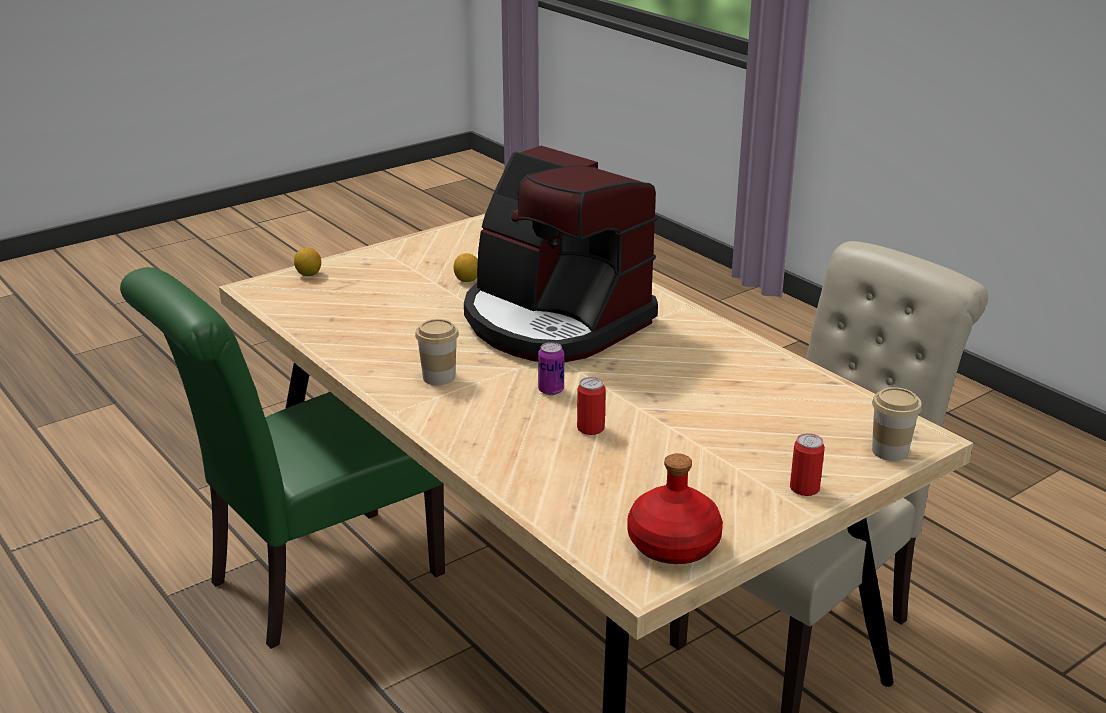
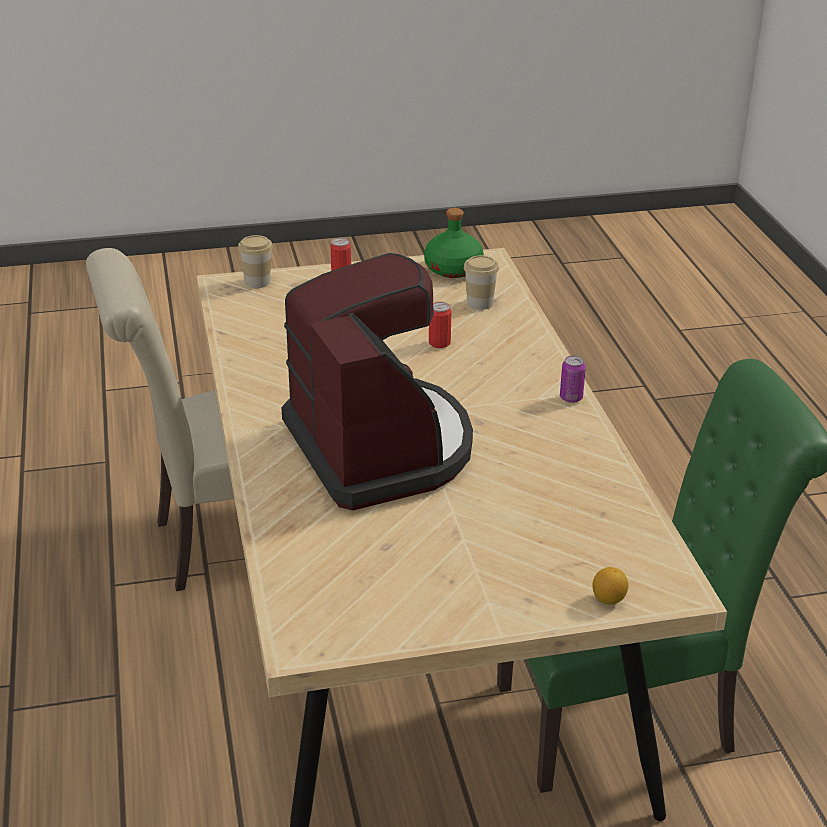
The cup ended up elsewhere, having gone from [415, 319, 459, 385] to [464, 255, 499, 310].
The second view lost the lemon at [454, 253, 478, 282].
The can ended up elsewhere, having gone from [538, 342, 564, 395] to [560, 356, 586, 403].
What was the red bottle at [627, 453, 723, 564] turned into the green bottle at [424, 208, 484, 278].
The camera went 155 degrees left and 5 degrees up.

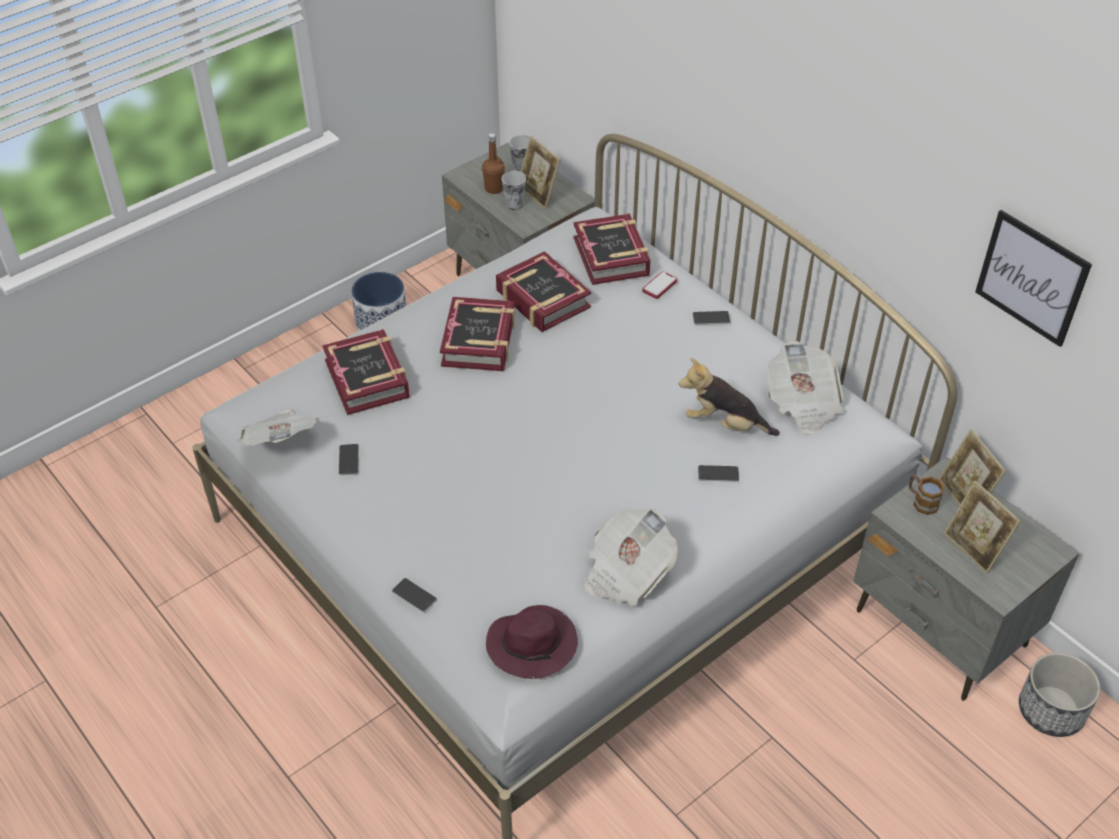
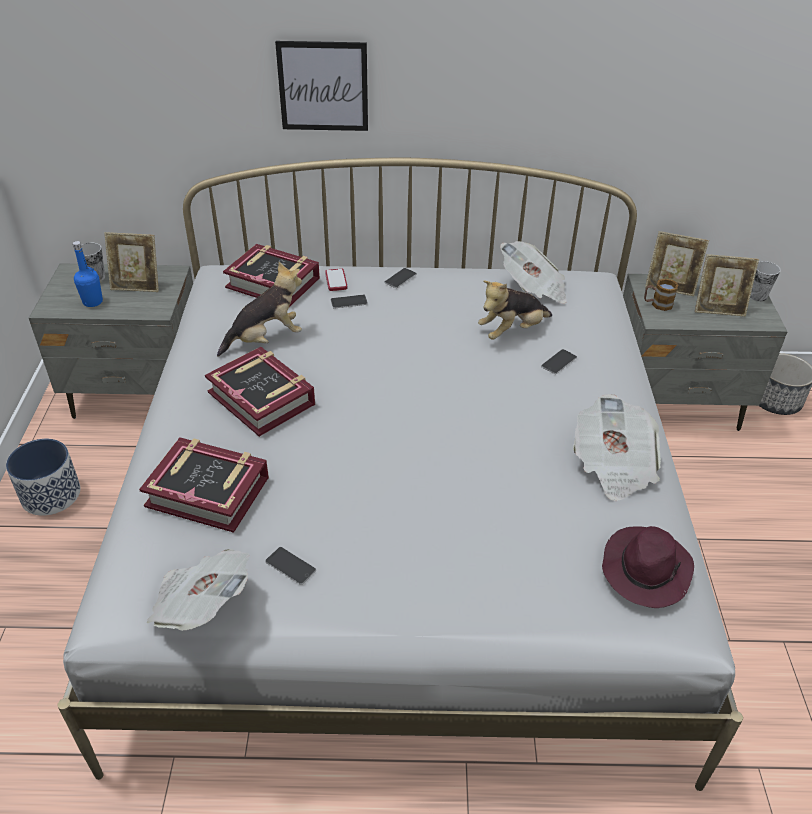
The phone ended up elsewhere, having gone from [392, 578, 437, 612] to [331, 295, 368, 308].
What was the brown bottle at [482, 133, 505, 194] turned into the blue bottle at [73, 241, 103, 307].
Where the book stood at [496, 251, 591, 332], the plush toy came to stand at [217, 262, 302, 357].
The cup ended up elsewhere, having gone from [502, 171, 526, 210] to [750, 261, 781, 301].
The picture ended up elsewhere, having gone from [975, 210, 1092, 347] to [275, 41, 368, 131].
The camera went 50 degrees left and 5 degrees down.

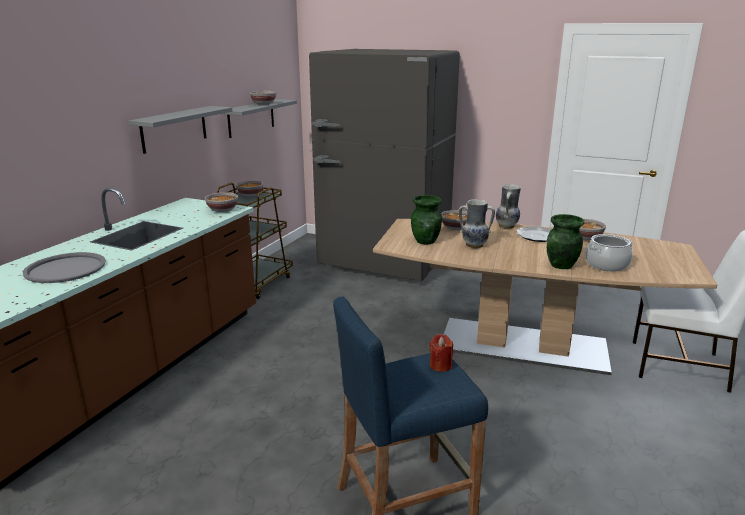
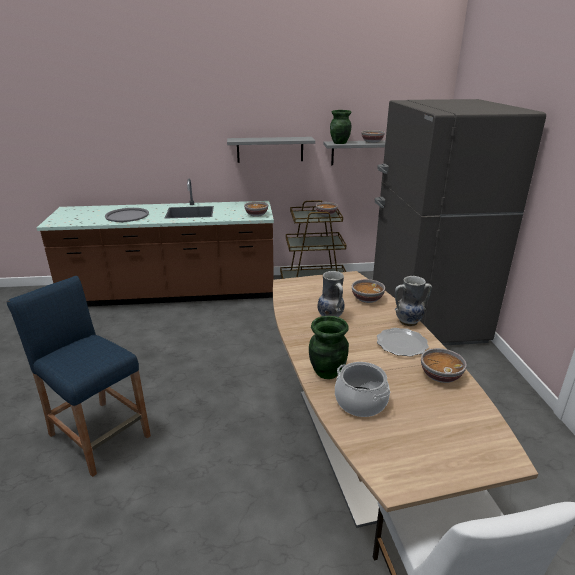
The green vase ended up elsewhere, having gone from [411, 195, 442, 245] to [330, 110, 351, 144].
The second view lost the red candle at [429, 334, 453, 372].
The camera went 60 degrees right and 5 degrees up.

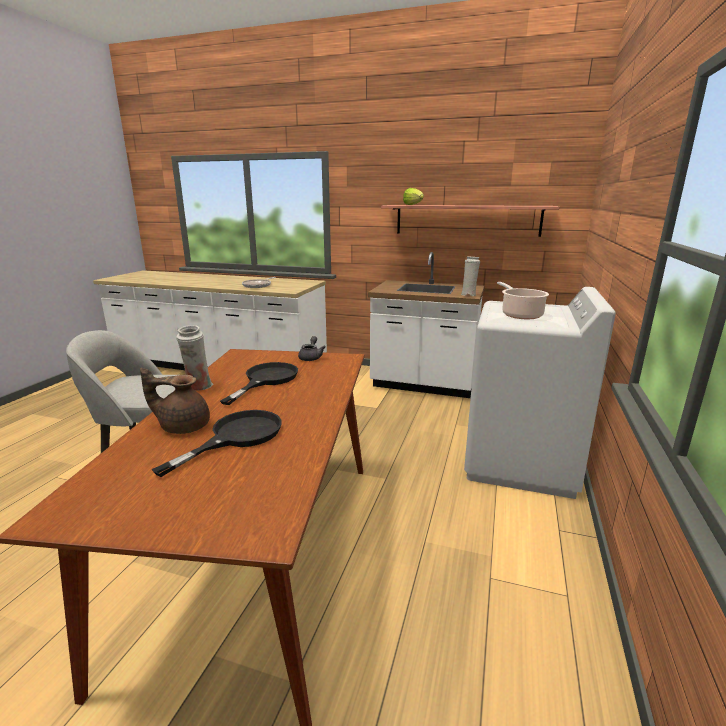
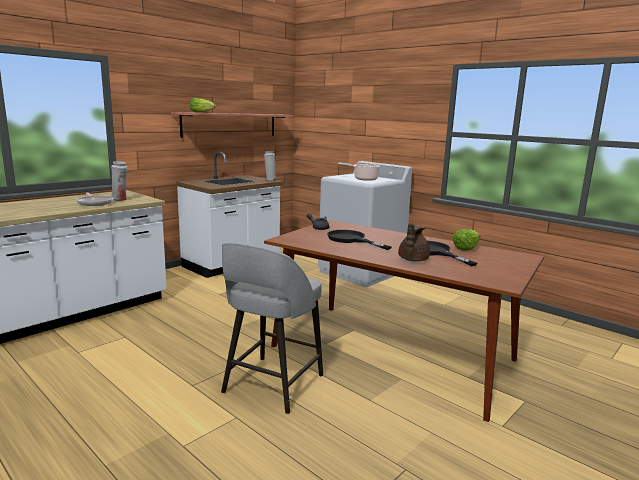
The white vase ended up elsewhere, having gone from [176, 325, 213, 391] to [111, 161, 128, 201].
The second view gained the lettuce at [452, 229, 481, 251].
The camera went 65 degrees left and 5 degrees down.

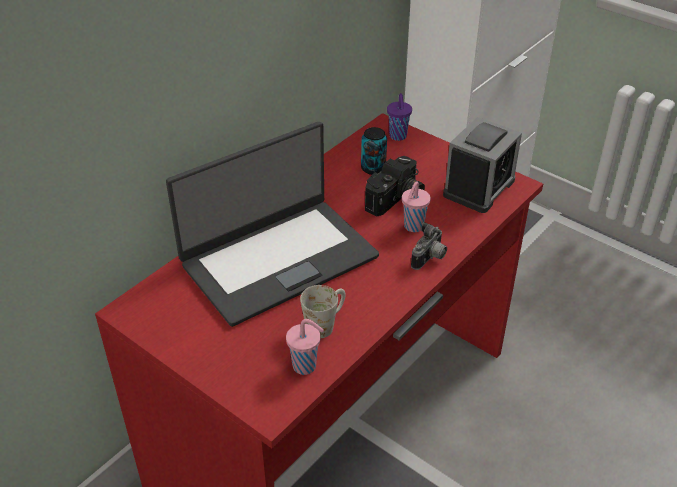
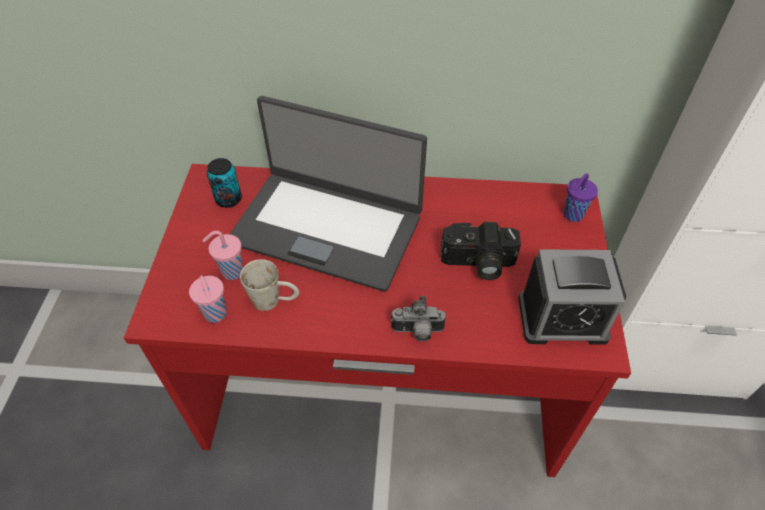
The can ended up elsewhere, having gone from [361, 127, 387, 175] to [207, 158, 242, 208].
The pink cup ended up elsewhere, having gone from [402, 181, 431, 232] to [202, 231, 243, 280].
The camera went 55 degrees right and 10 degrees up.

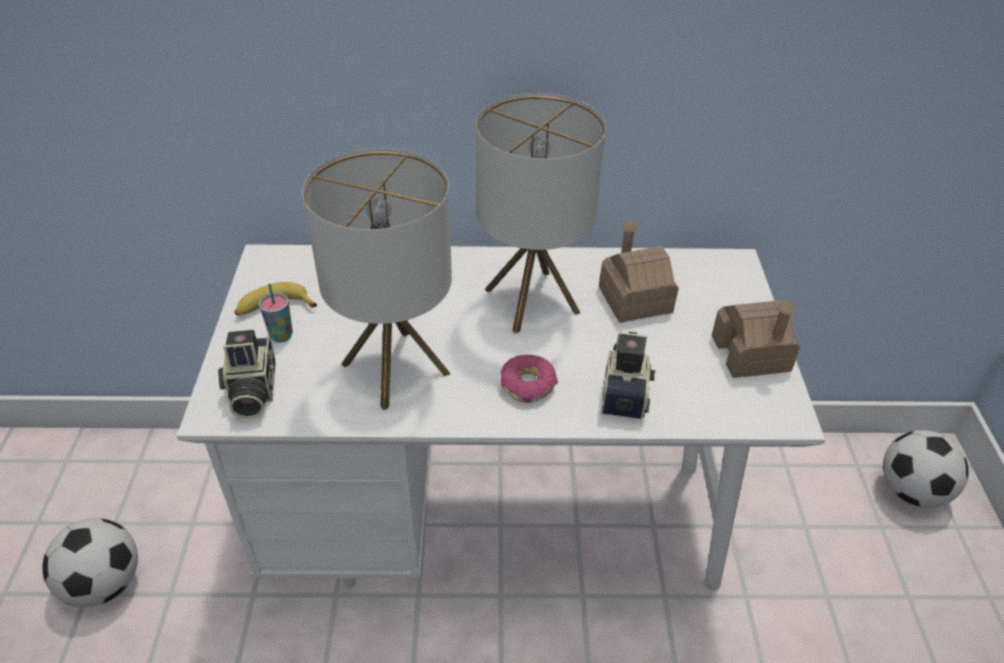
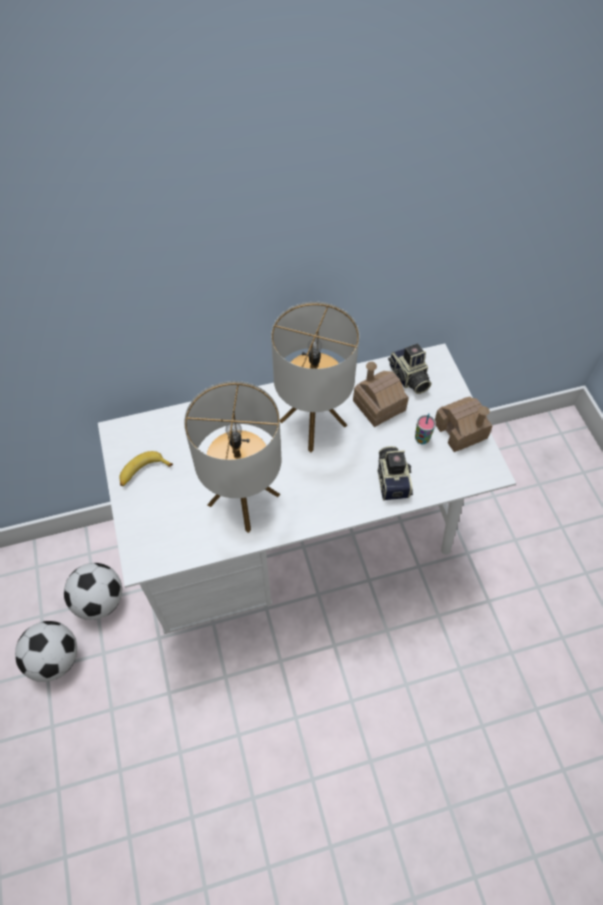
The photo camera ended up elsewhere, having gone from [218, 330, 276, 419] to [388, 343, 432, 394].
The cup ended up elsewhere, having gone from [259, 284, 293, 343] to [415, 413, 436, 444].
The second view lost the donut at [500, 354, 558, 403].
The football ended up elsewhere, having gone from [883, 430, 968, 507] to [64, 563, 122, 620].
The camera went 15 degrees left and 15 degrees up.

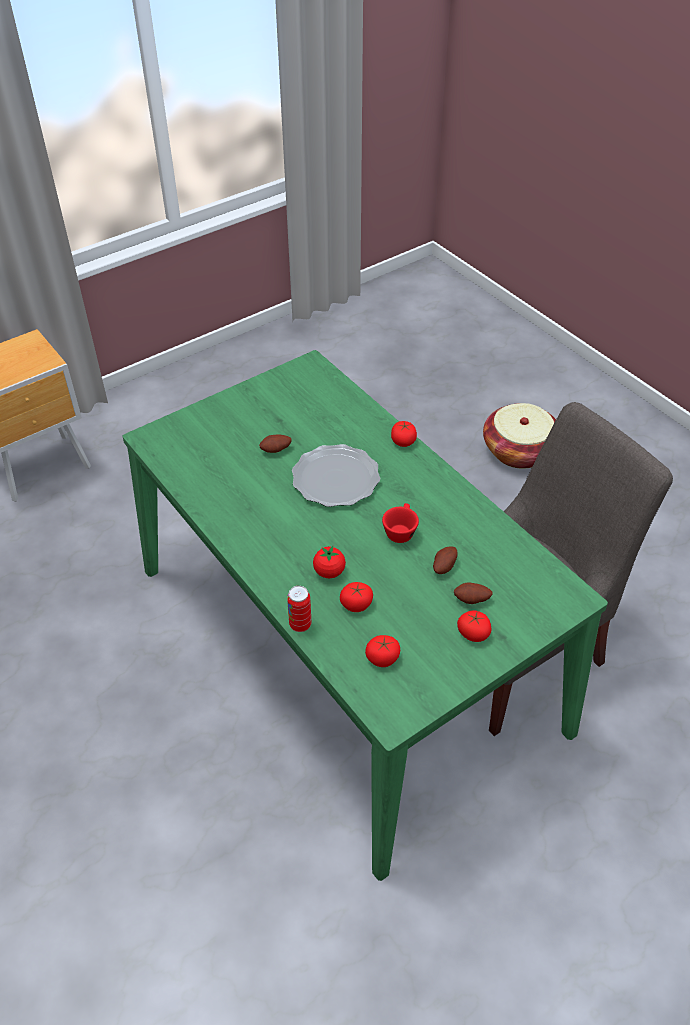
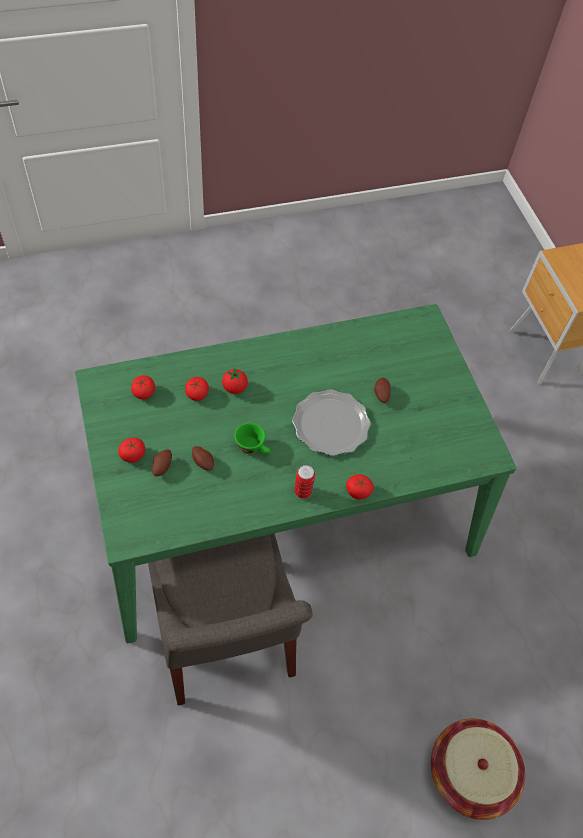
The can ended up elsewhere, having gone from [287, 586, 311, 632] to [294, 465, 315, 499].
What was the red cup at [382, 503, 419, 543] turned into the green cup at [234, 423, 271, 454].
The camera went 105 degrees right and 10 degrees up.

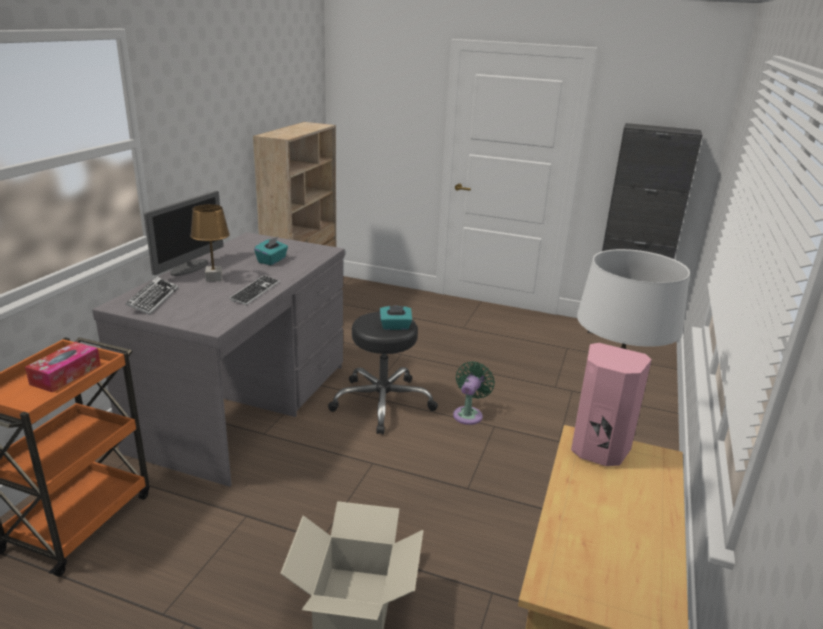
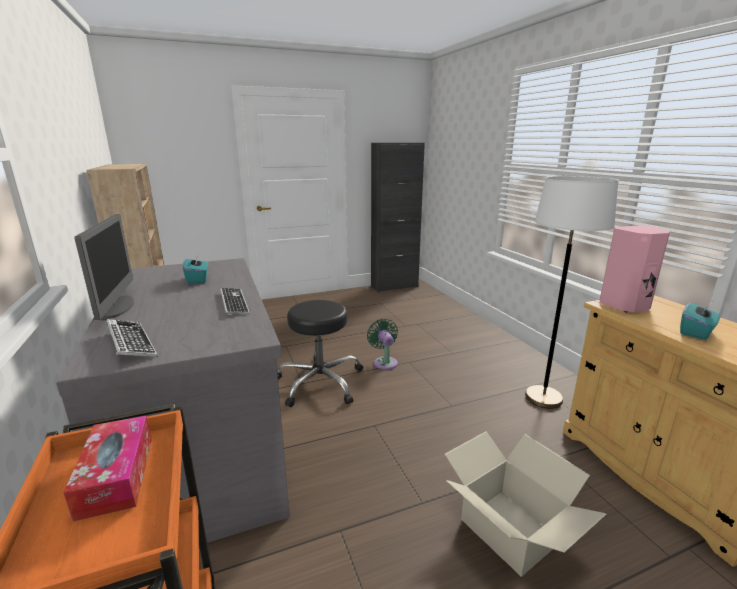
The second view lost the brown table lamp at [190, 204, 230, 281].
The turquoise tissue box ended up elsewhere, having gone from [380, 306, 412, 330] to [680, 303, 720, 340].
The camera went 40 degrees left and 5 degrees down.

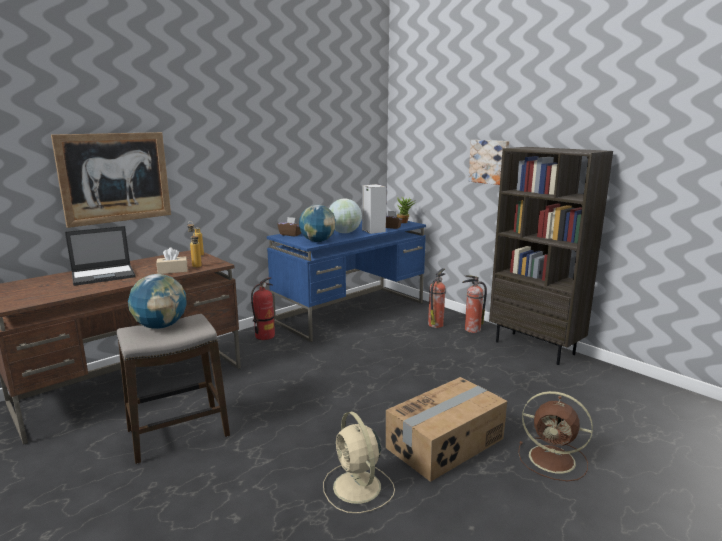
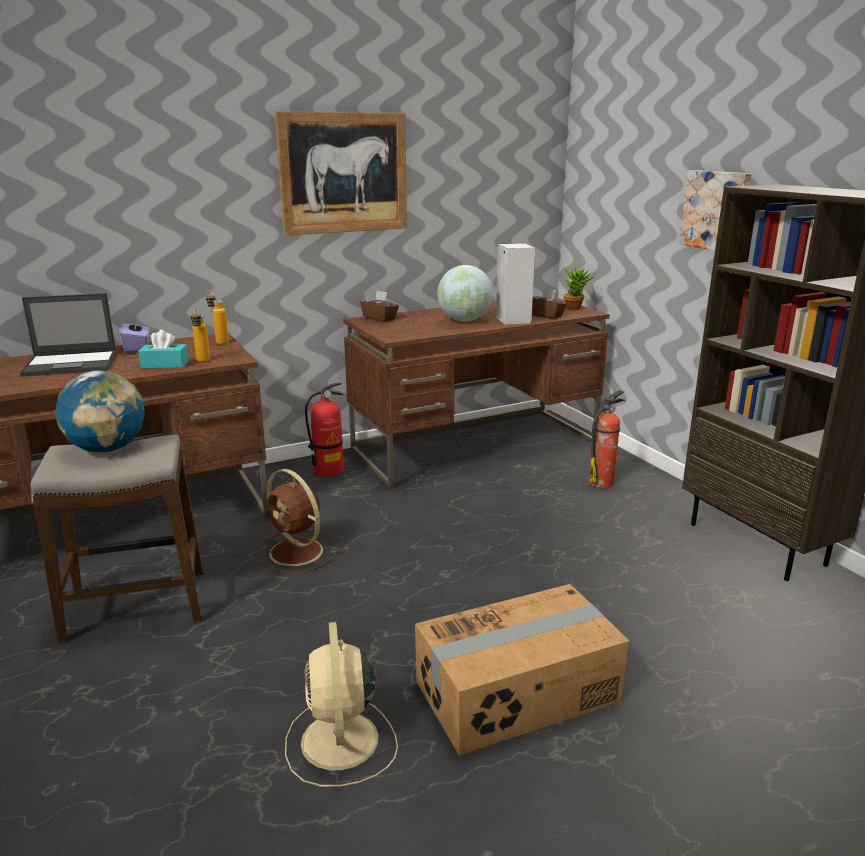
The picture ended up elsewhere, having gone from [51, 132, 171, 228] to [275, 111, 407, 236].
What was the beige tissue box at [156, 248, 187, 274] turned into the turquoise tissue box at [138, 330, 189, 368].
What was the blue desk at [267, 220, 426, 342] turned into the brown desk at [343, 296, 609, 488].
The second view lost the globe at [299, 205, 336, 242].
The second view lost the fire extinguisher at [462, 275, 487, 333].
The brown fan ended up elsewhere, having gone from [518, 391, 593, 481] to [257, 469, 339, 574].
The second view gained the purple tissue box at [120, 316, 150, 353].
The camera went 15 degrees right and 5 degrees up.

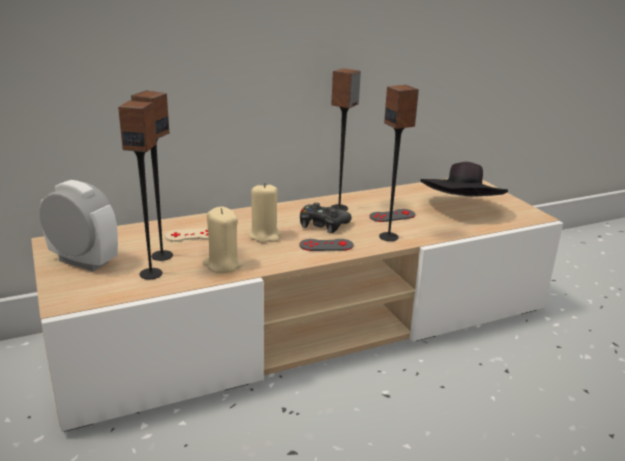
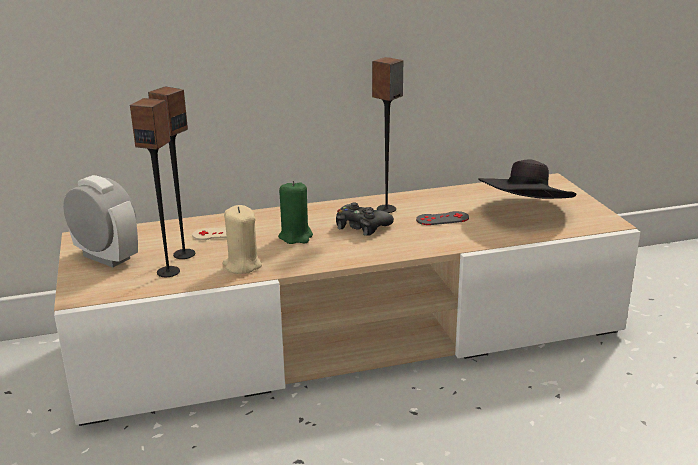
What was the beige candle at [249, 183, 281, 243] turned into the green candle at [278, 181, 313, 244].
The second view lost the grey game controller at [299, 239, 353, 251].
The second view lost the speaker at [379, 85, 419, 241].
The camera went 10 degrees right and 0 degrees up.

